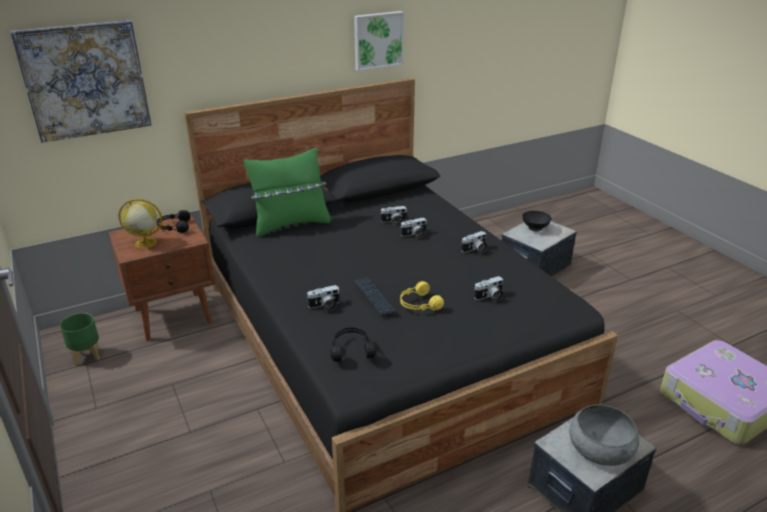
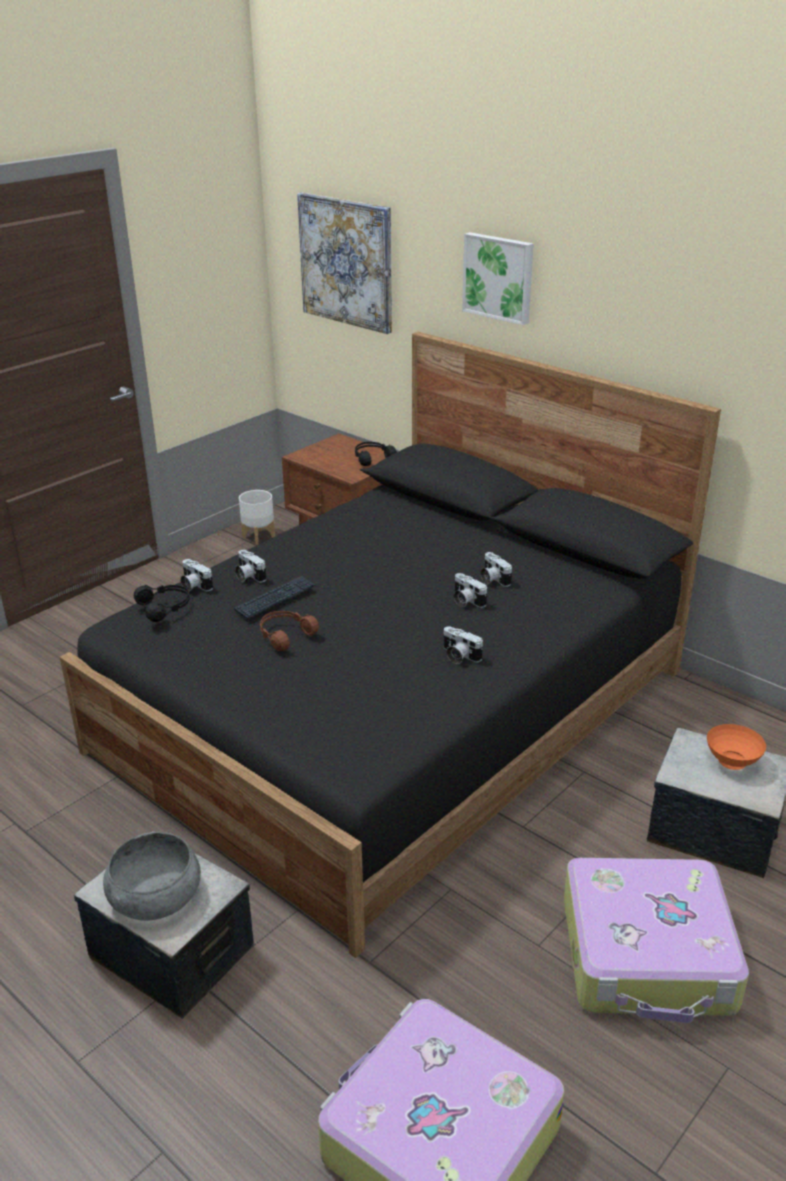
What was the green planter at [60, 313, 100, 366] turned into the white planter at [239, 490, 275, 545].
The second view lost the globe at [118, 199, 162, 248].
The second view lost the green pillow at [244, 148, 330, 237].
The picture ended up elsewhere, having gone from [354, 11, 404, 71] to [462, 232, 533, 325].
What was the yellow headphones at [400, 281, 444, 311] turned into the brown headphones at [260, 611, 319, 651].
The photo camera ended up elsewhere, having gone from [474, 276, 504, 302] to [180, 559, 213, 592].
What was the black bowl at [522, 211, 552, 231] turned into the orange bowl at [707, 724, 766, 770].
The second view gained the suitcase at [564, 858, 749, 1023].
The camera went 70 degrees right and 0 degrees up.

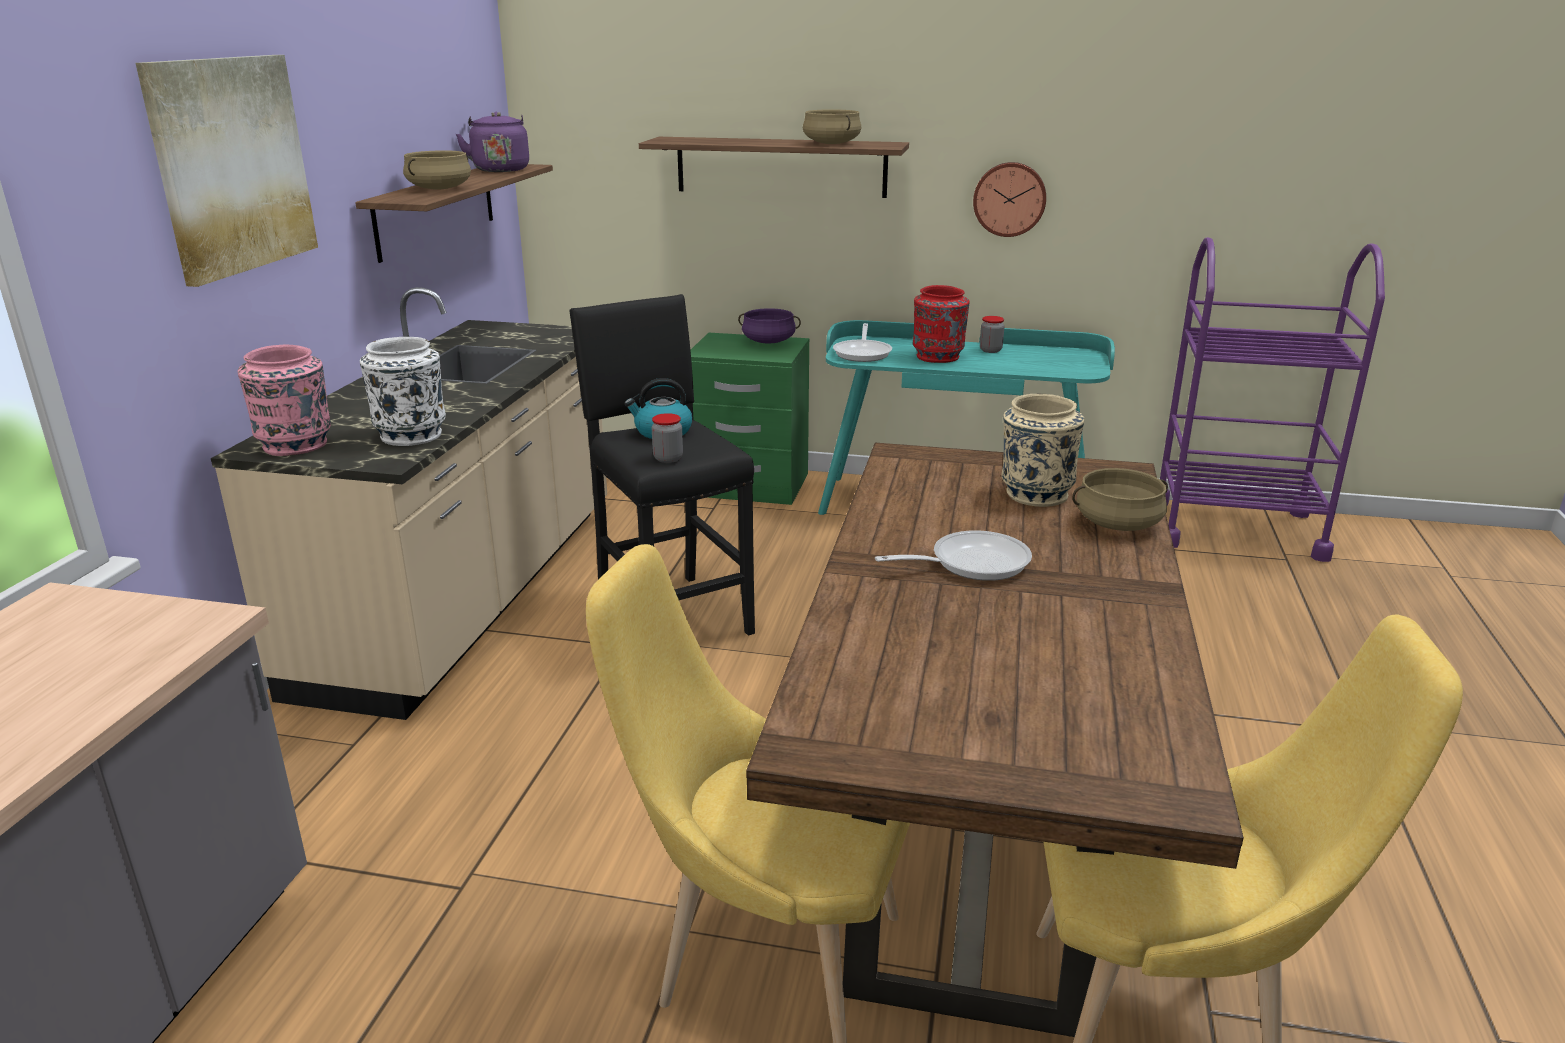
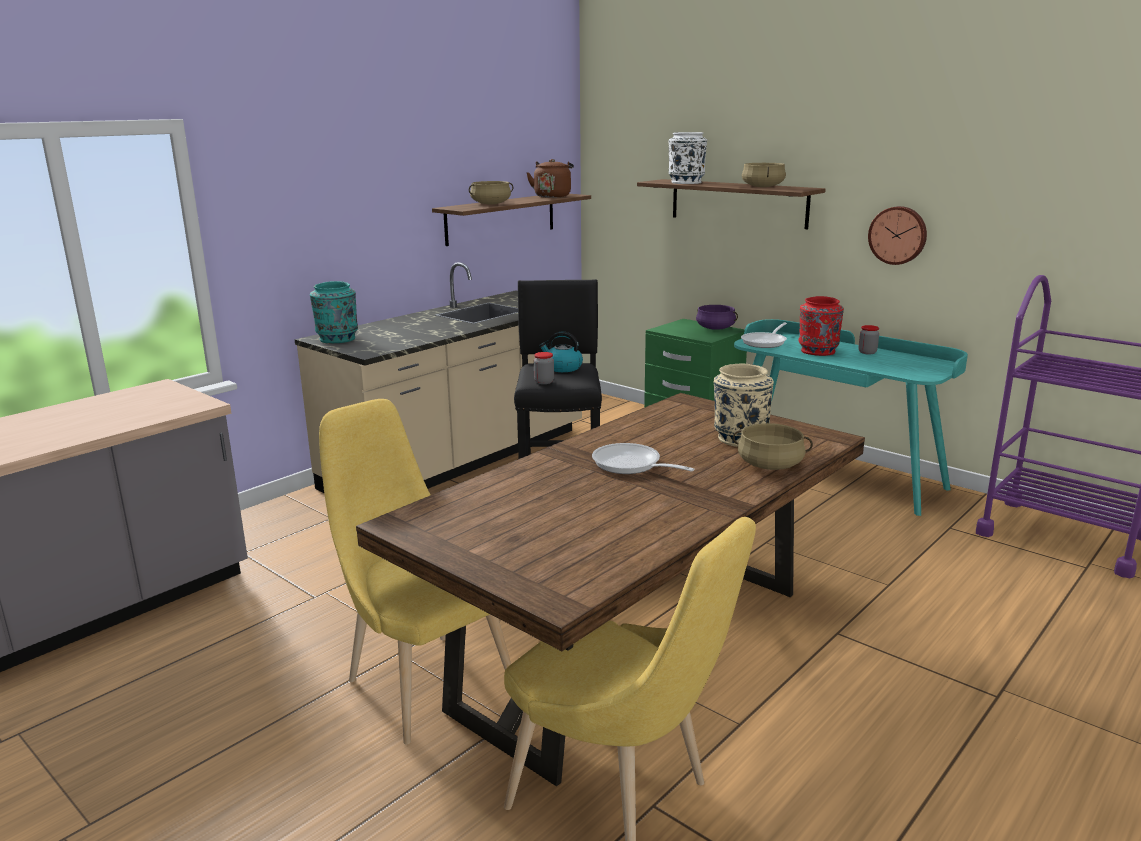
The second view lost the picture at [135, 55, 318, 287].
What was the pink vase at [238, 345, 331, 456] turned into the turquoise vase at [310, 281, 358, 343].
The white vase ended up elsewhere, having gone from [360, 337, 446, 446] to [669, 132, 707, 184].
What was the purple kettle at [456, 112, 529, 172] turned into the brown kettle at [526, 159, 574, 198].
The frying pan at [875, 531, 1032, 581] ended up facing another way, 150 degrees counterclockwise from before.
The camera went 30 degrees right and 5 degrees down.

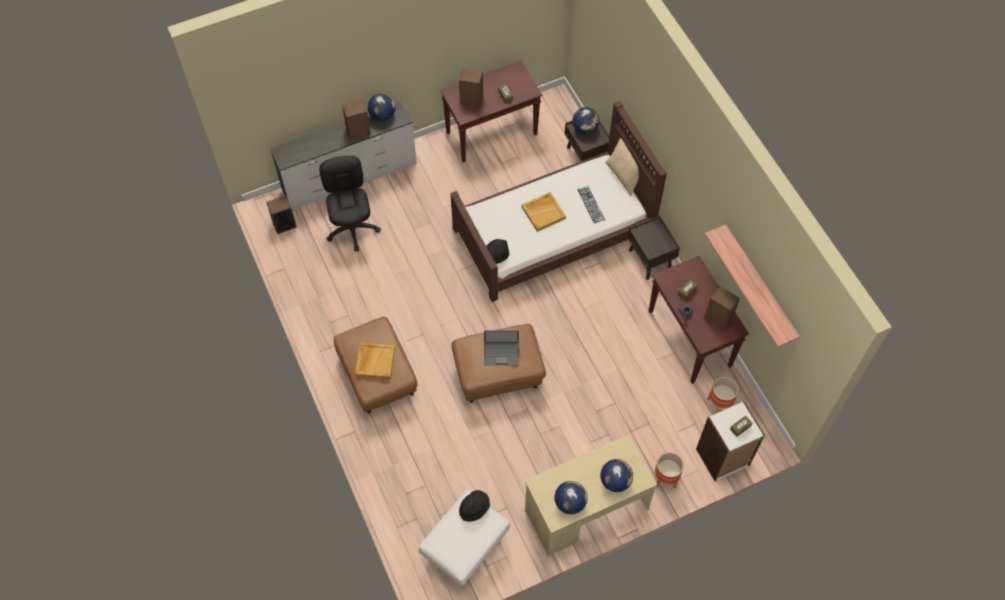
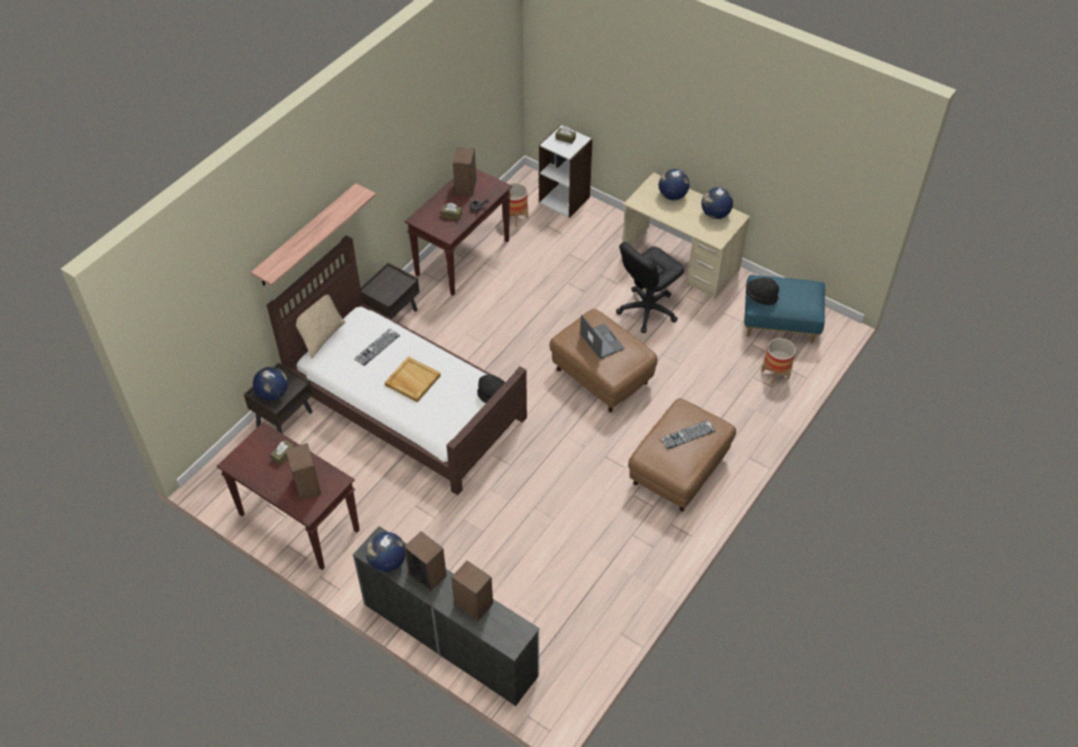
The speaker ended up elsewhere, having gone from [266, 195, 297, 234] to [451, 561, 493, 621].
The black office chair ended up elsewhere, having gone from [319, 156, 381, 252] to [616, 242, 684, 333].
Where the beige tray stood at [355, 343, 395, 379], the keyboard came to stand at [661, 420, 716, 449].
What was the white ottoman at [419, 490, 510, 586] turned into the blue ottoman at [744, 275, 825, 343].
The planter ended up elsewhere, having gone from [655, 452, 684, 489] to [762, 338, 796, 385].
The shelf ended up elsewhere, having gone from [705, 225, 800, 347] to [251, 183, 376, 286].
The camera went 120 degrees left and 10 degrees down.

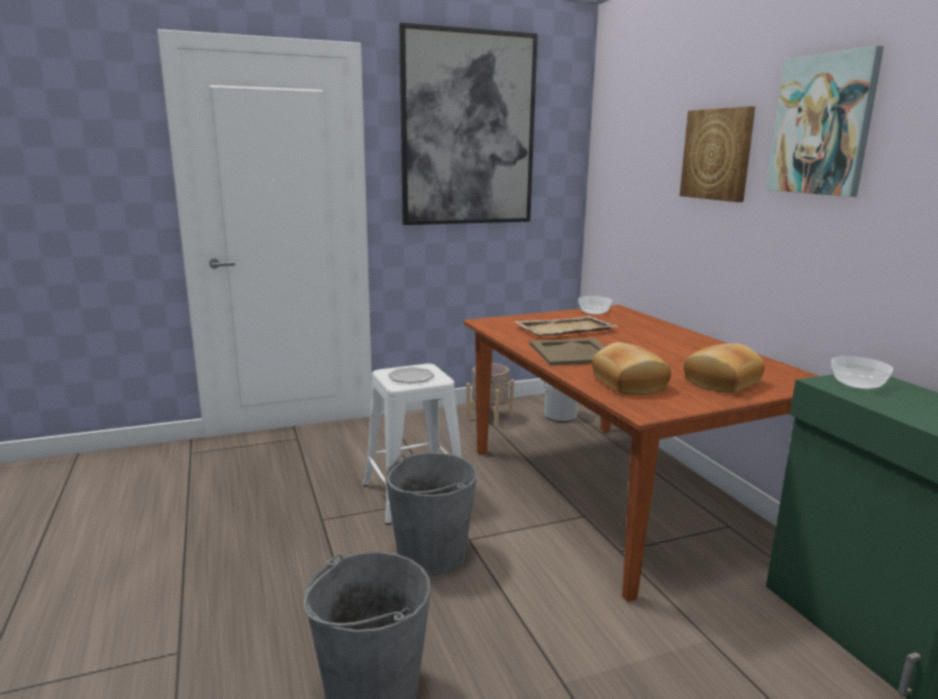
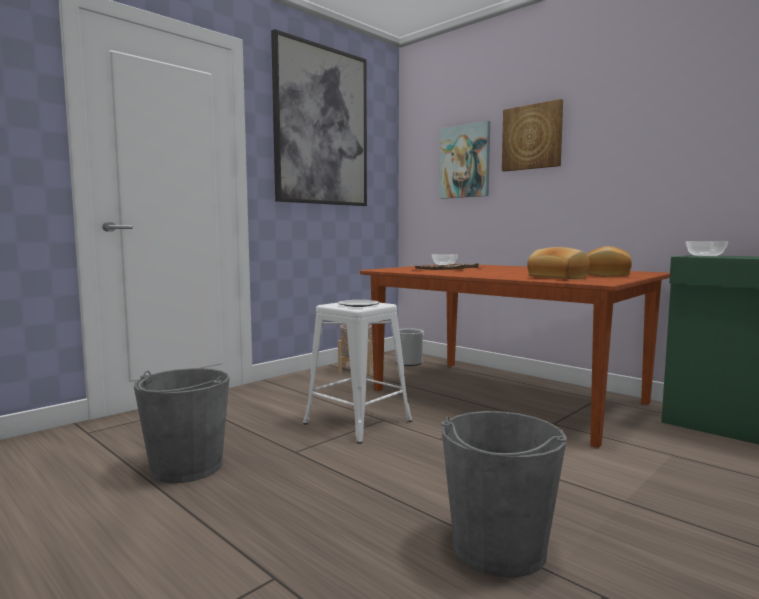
The grey bucket ended up elsewhere, having gone from [385, 452, 477, 576] to [134, 368, 230, 483].
The second view lost the beige tray at [529, 338, 606, 366].
The picture ended up elsewhere, having gone from [766, 45, 884, 197] to [439, 121, 490, 199].
The camera went 25 degrees left and 10 degrees down.

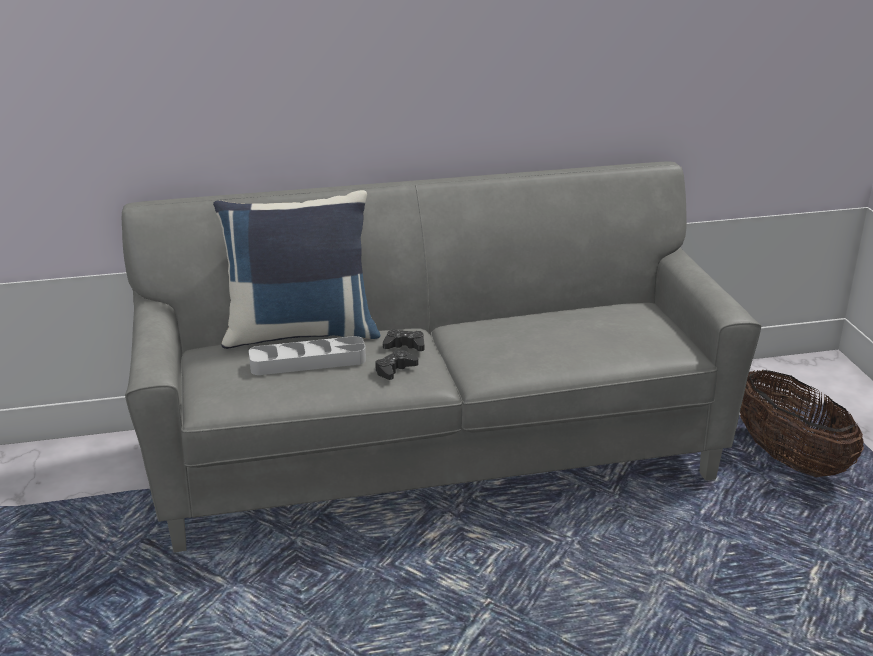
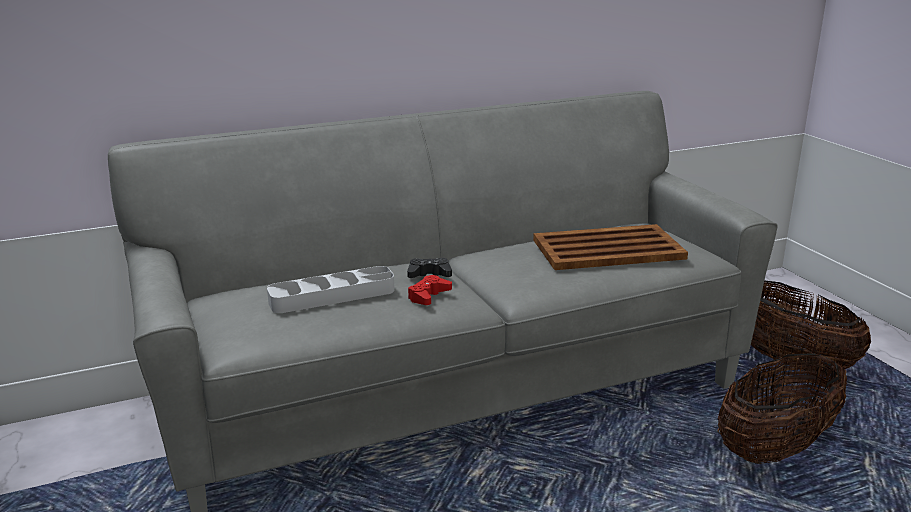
The second view lost the blue pillow at [213, 190, 380, 349].
What was the black game controller at [375, 350, 418, 380] turned into the red game controller at [408, 275, 452, 305].
The second view gained the brown tray at [533, 224, 688, 270].
The second view gained the basket at [717, 353, 847, 464].
The camera went 10 degrees left and 5 degrees down.

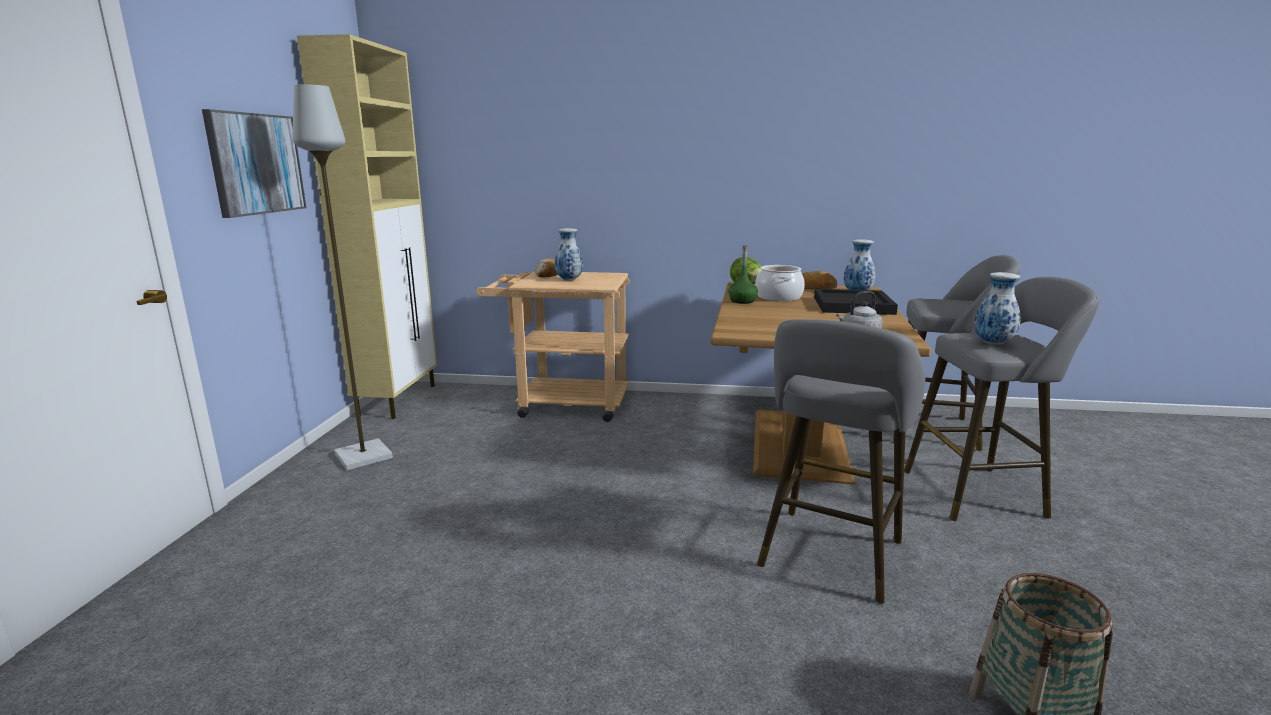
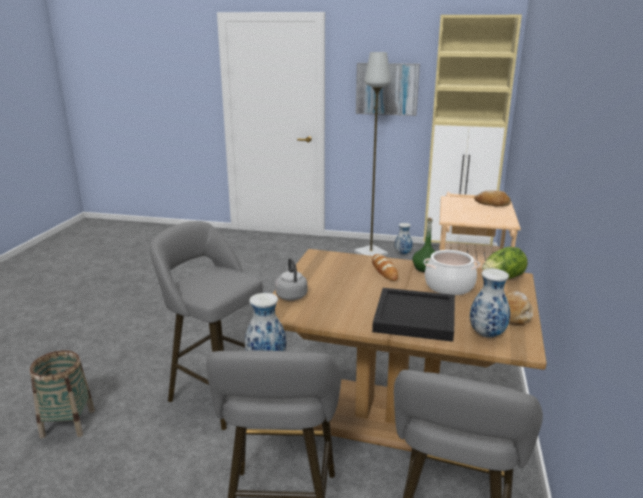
The vase ended up elsewhere, having gone from [555, 228, 583, 281] to [395, 223, 413, 255].
The second view gained the bread at [372, 254, 398, 281].
The camera went 95 degrees right and 5 degrees up.

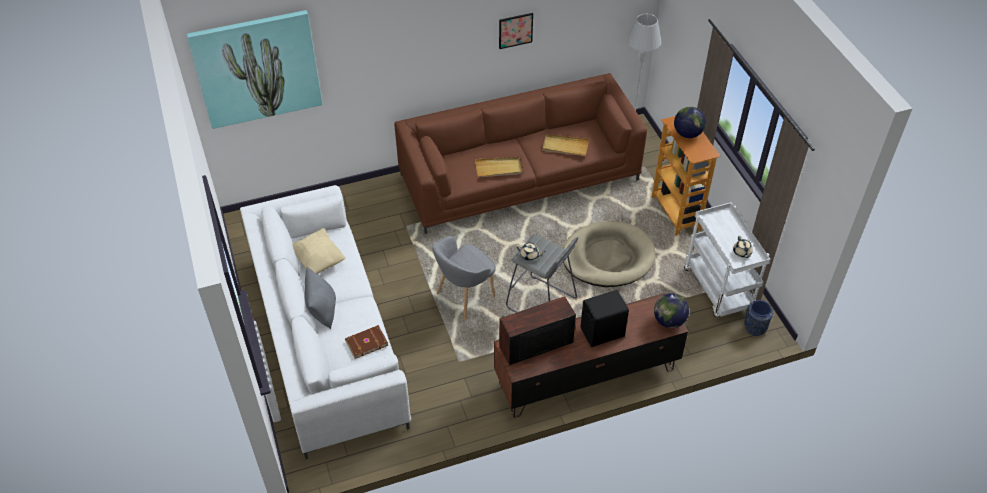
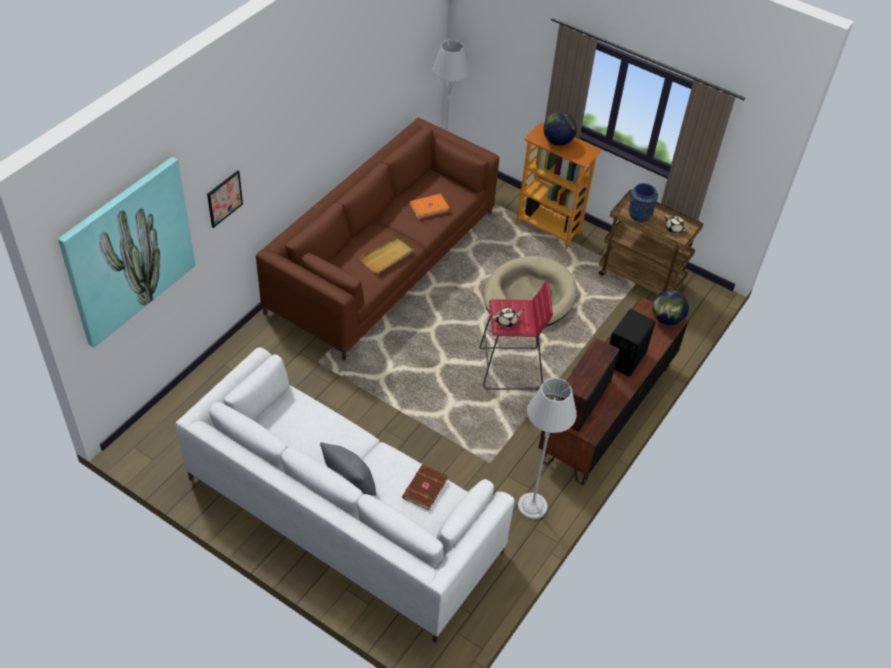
The second view lost the beige pillow at [292, 228, 346, 274].
The second view lost the grey armchair at [432, 236, 496, 320].
The picture ended up elsewhere, having gone from [499, 13, 533, 49] to [207, 170, 243, 228].
What was the grey stool at [506, 234, 578, 313] turned into the red stool at [480, 280, 553, 390].
Where the beige tray stood at [542, 134, 589, 156], the orange book came to stand at [409, 194, 450, 219].
What was the white cart at [684, 202, 770, 317] turned into the brown cart at [599, 190, 704, 298].
The blue vase ended up elsewhere, having gone from [744, 300, 773, 336] to [629, 183, 658, 222].
The second view gained the grey floor lamp at [518, 378, 577, 520].
The camera went 40 degrees left and 0 degrees up.

